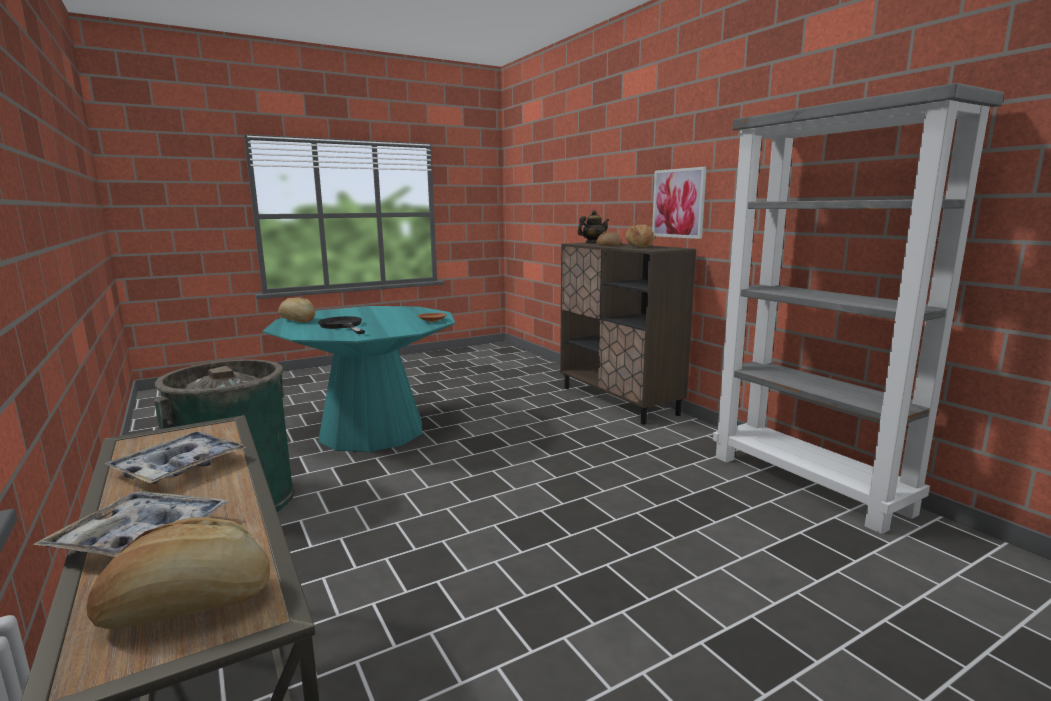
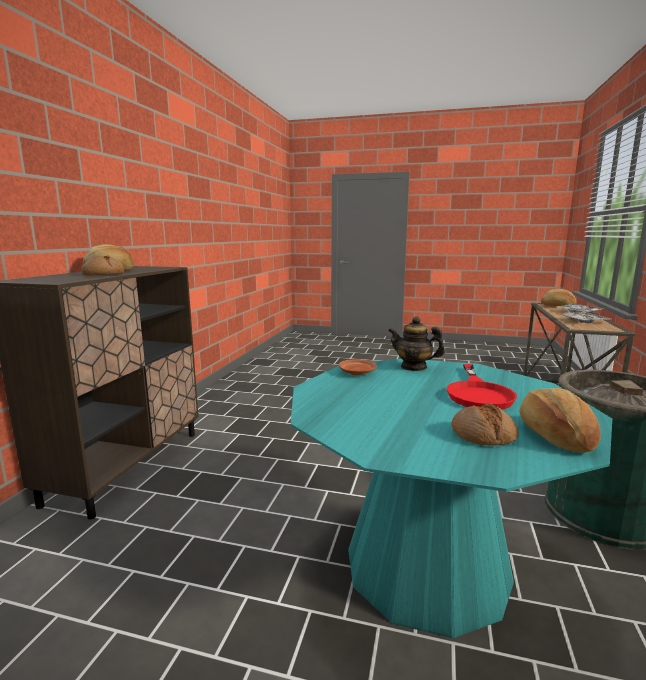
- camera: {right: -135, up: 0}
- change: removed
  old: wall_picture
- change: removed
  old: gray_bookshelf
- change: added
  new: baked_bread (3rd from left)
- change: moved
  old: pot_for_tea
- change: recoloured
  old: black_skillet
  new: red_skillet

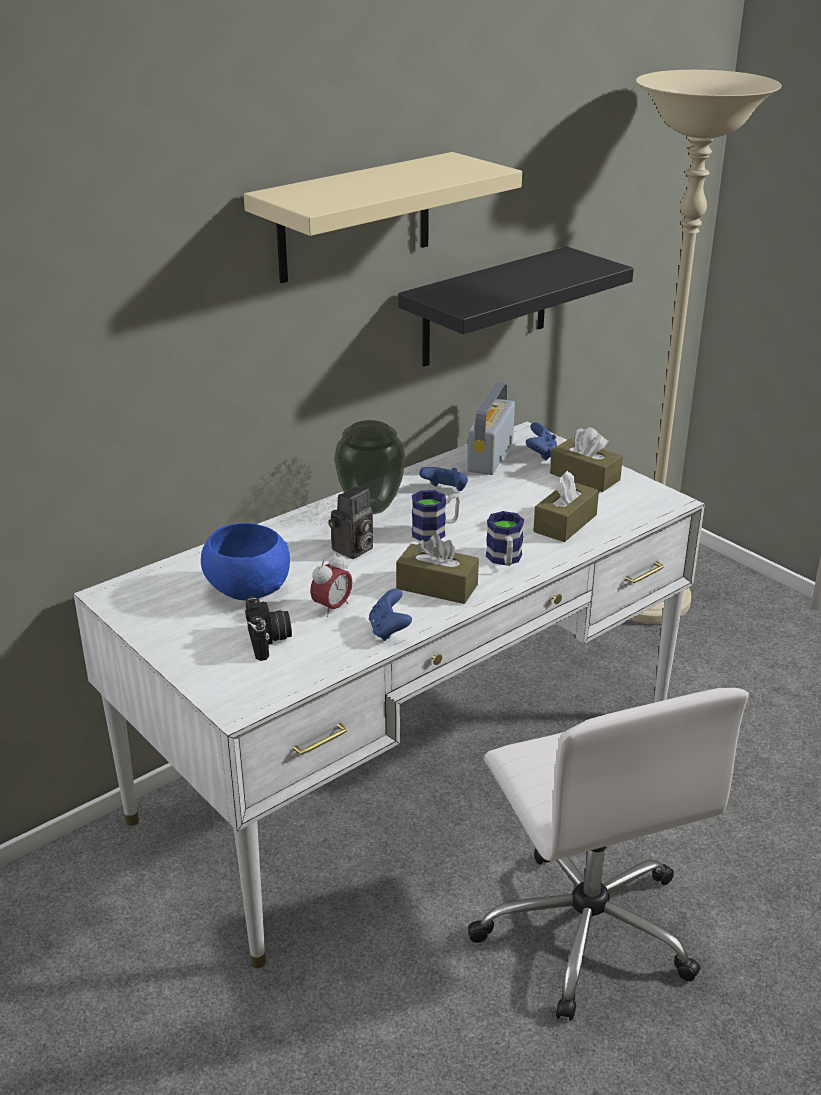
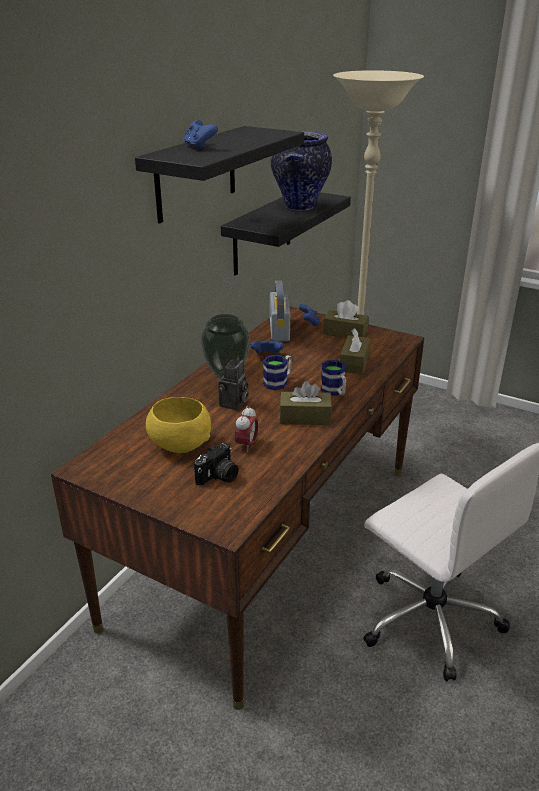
- camera: {right: -20, up: 0}
- change: added
  new: vase (2nd from left)
- change: moved
  old: blue-coloured_joypad (1st from left)
- change: recoloured
  old: white_desk_unit
  new: brownish_desk_unit
- change: recoloured
  old: blue-coloured_bowl
  new: yellowish_bowl
- change: recoloured
  old: beige_shelf
  new: black_shelf (1st from left)
- change: turned
  old: photo_camera (1st from left)
  degrees: 75

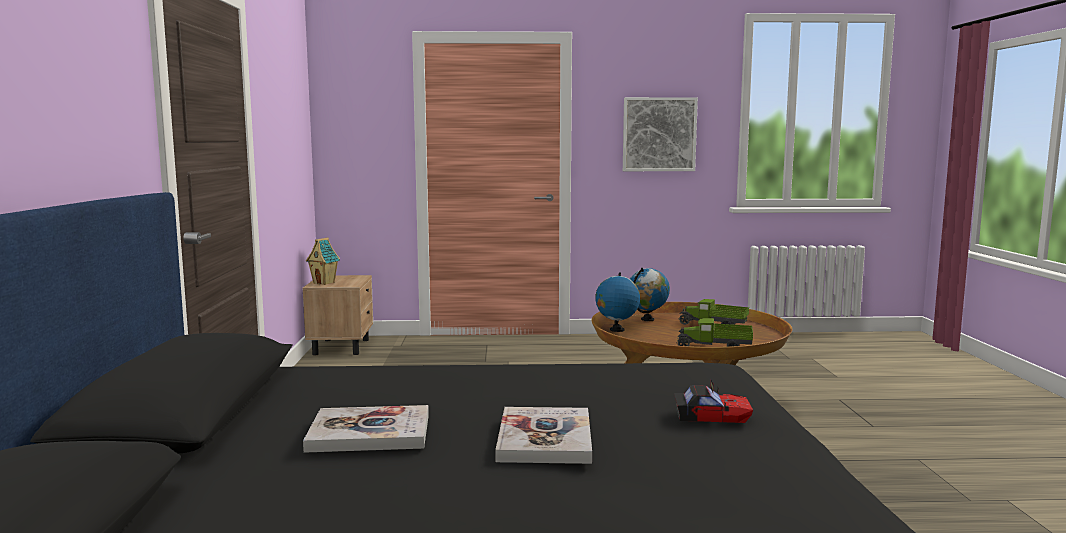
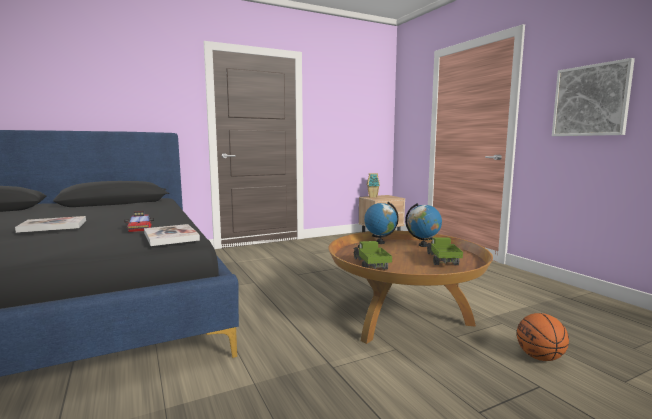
- camera: {right: 65, up: 0}
- change: added
  new: basketball
- change: moved
  old: book (1st from left in the first image)
  new: book (2nd from left)
- change: moved
  old: miniature_car

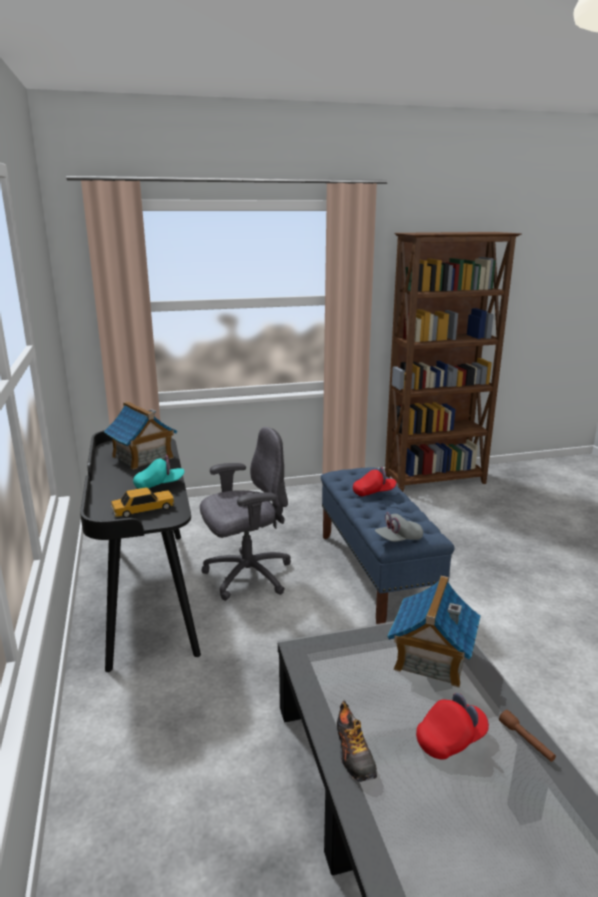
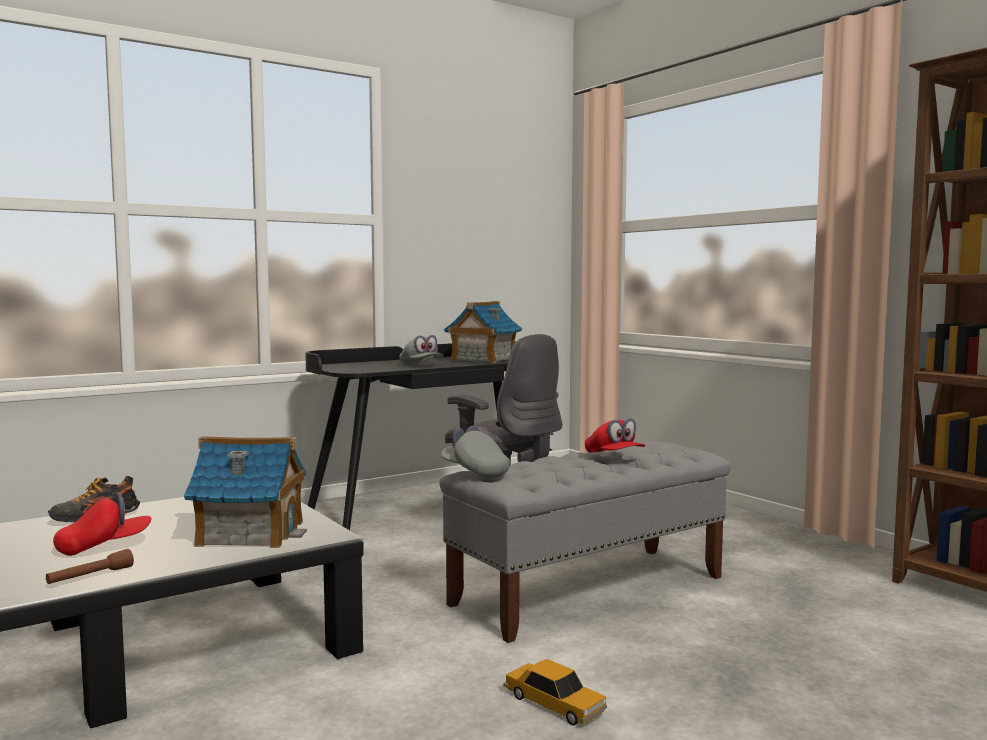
- camera: {right: 70, up: -15}
- change: moved
  old: miniature_car
- change: recoloured
  old: blue-green_cap
  new: gray_cap (1st from left)
- change: recoloured
  old: blue-coloured_bench
  new: gray_bench
- change: turned
  old: red_cap (2nd from left in the first image)
  degrees: -75

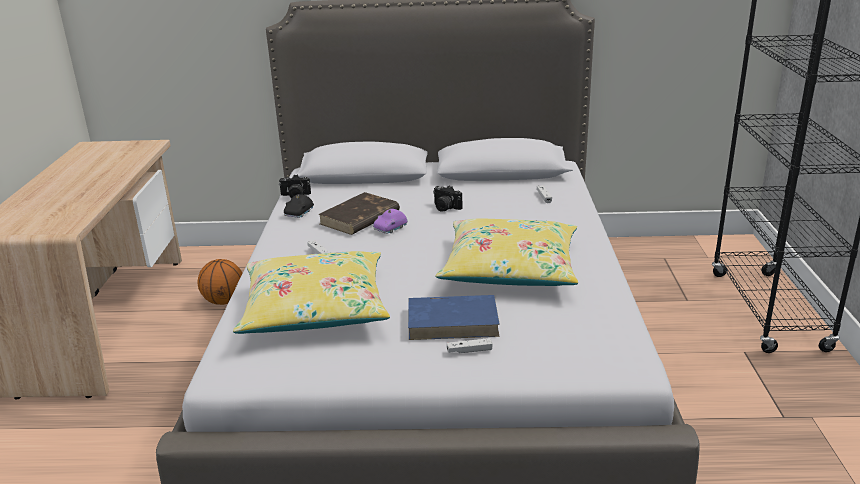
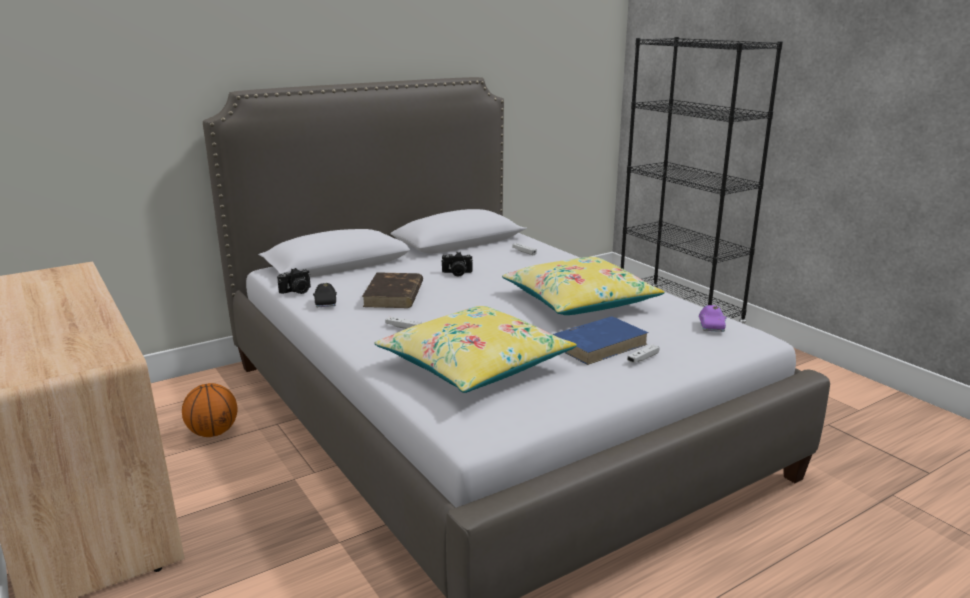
- camera: {right: -35, up: -5}
- change: moved
  old: purple-coloured_miniature_car

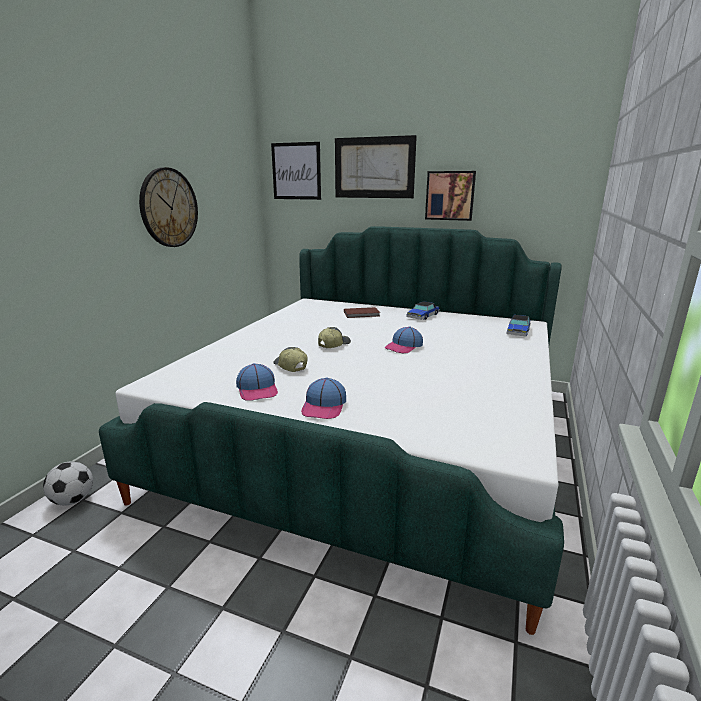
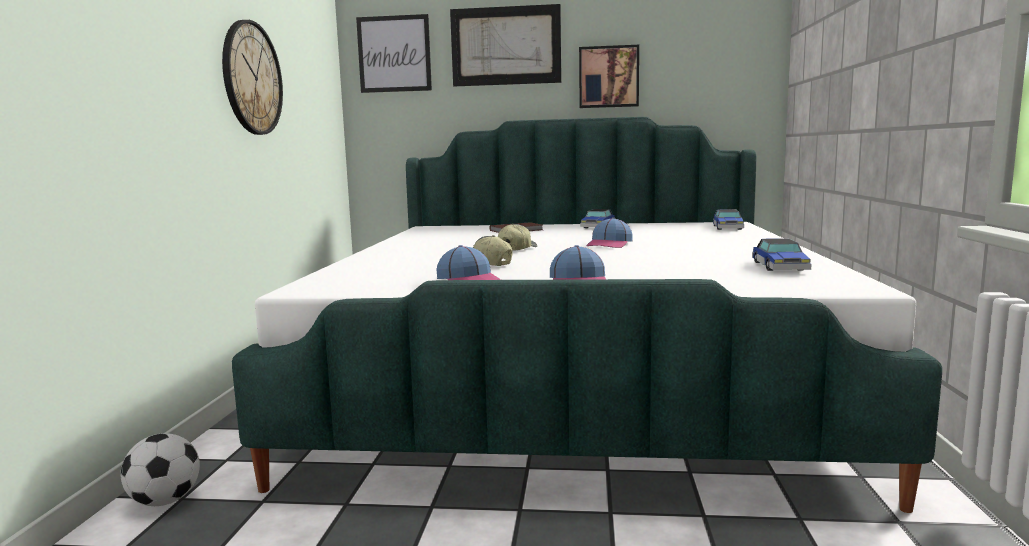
- camera: {right: -15, up: -10}
- change: added
  new: miniature_car (3rd from left)

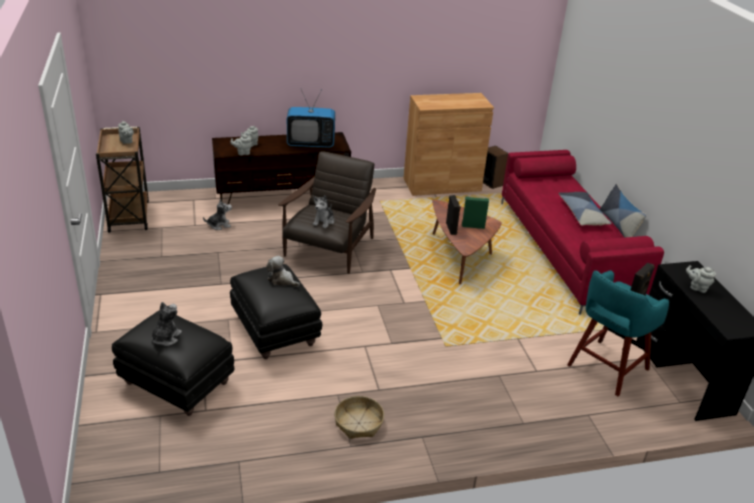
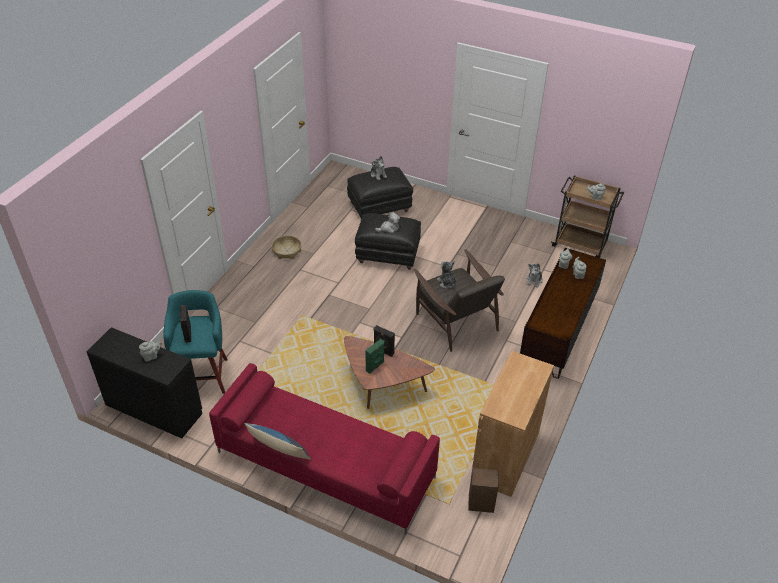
- camera: {right: 130, up: 10}
- change: removed
  old: television
- change: removed
  old: cushion (1st from left)

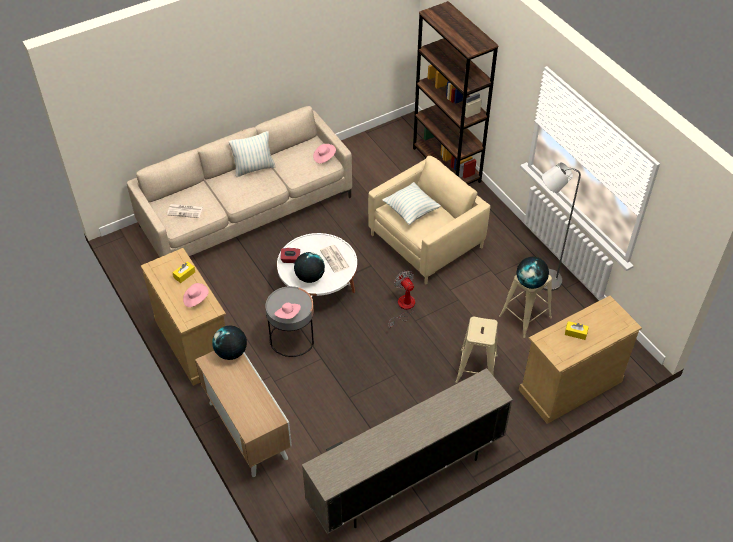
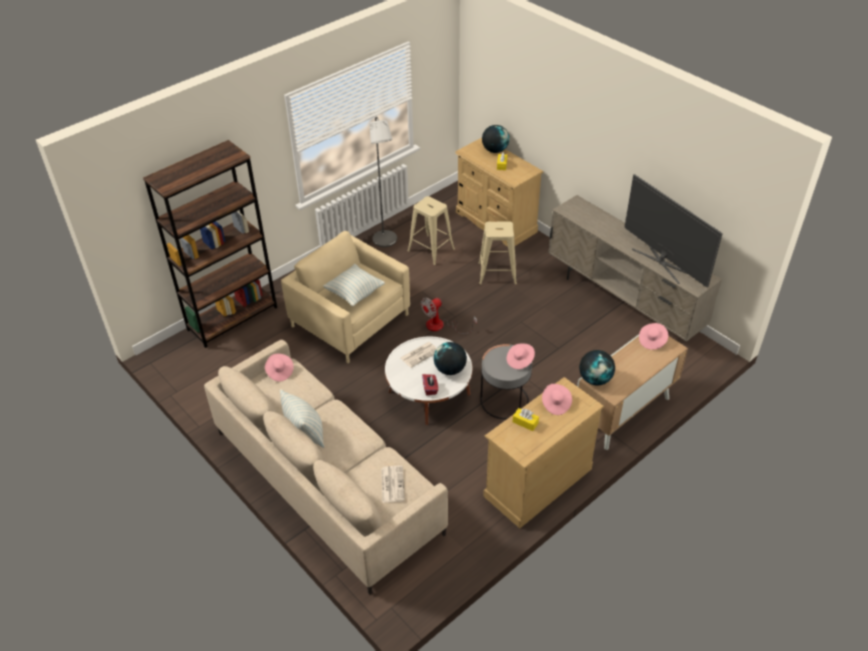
- camera: {right: -100, up: -5}
- change: added
  new: television
- change: added
  new: pink_hat (4th from left)
- change: moved
  old: globe (3rd from left in the first image)
  new: globe (2nd from left)

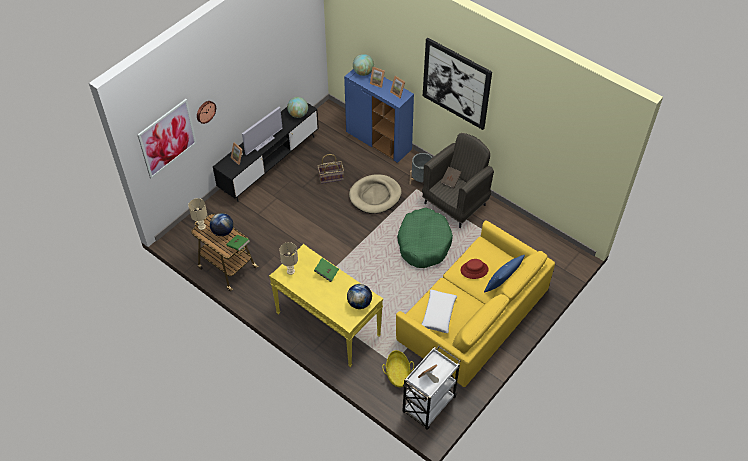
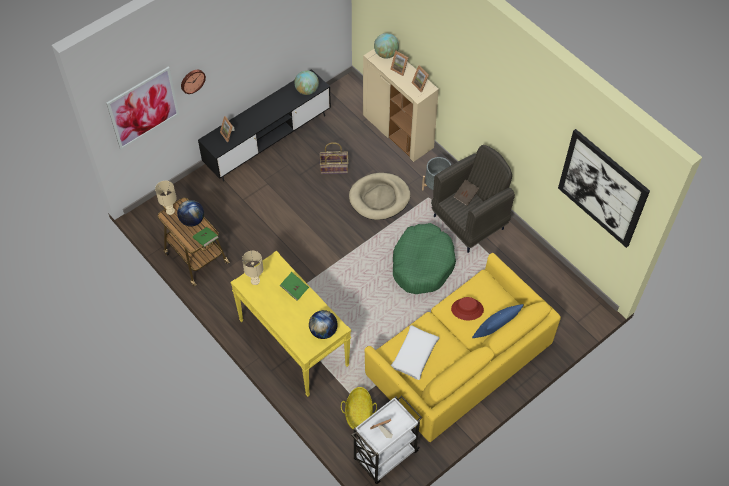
- camera: {right: 10, up: 5}
- change: removed
  old: television
- change: moved
  old: wall_picture (2nd from left)
- change: recoloured
  old: blue-coloured_cupboard
  new: beige_cupboard

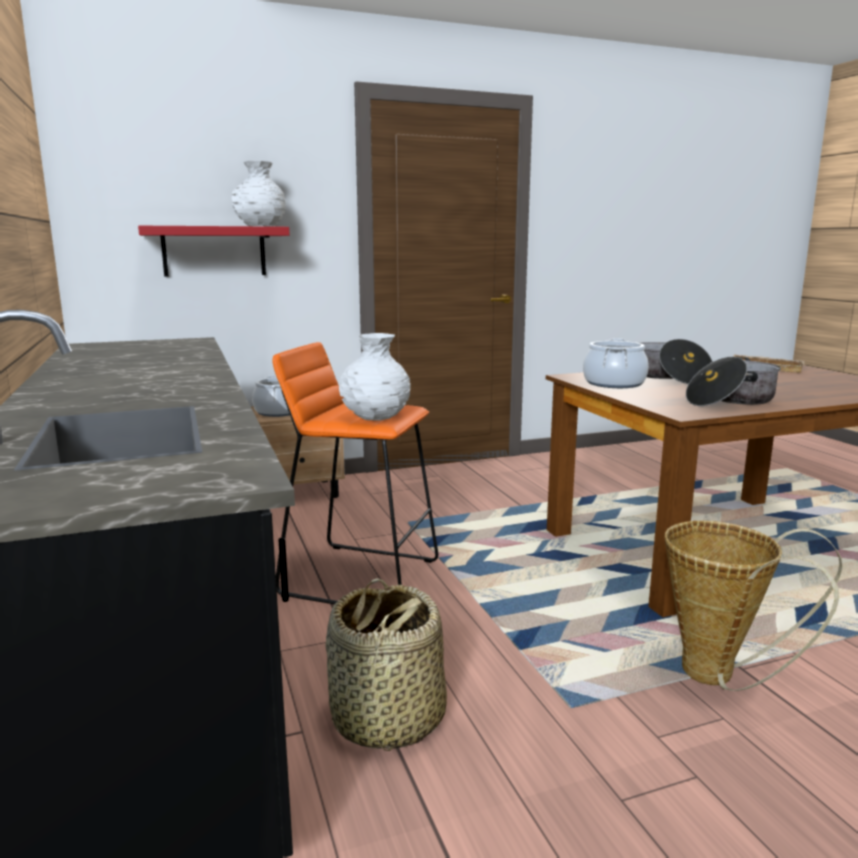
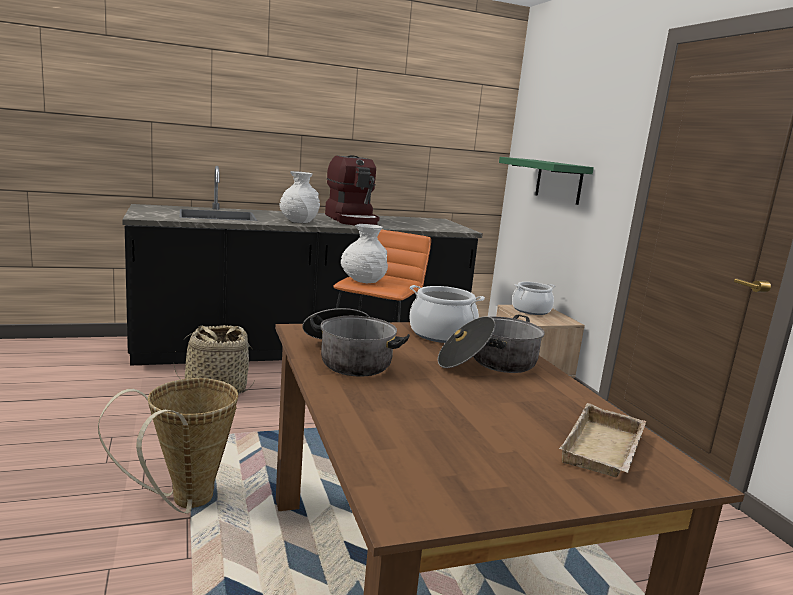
- camera: {right: 90, up: 0}
- change: added
  new: coffee_brewer
- change: moved
  old: white_vase (1st from left)
- change: recoloured
  old: red_shelf
  new: green_shelf

